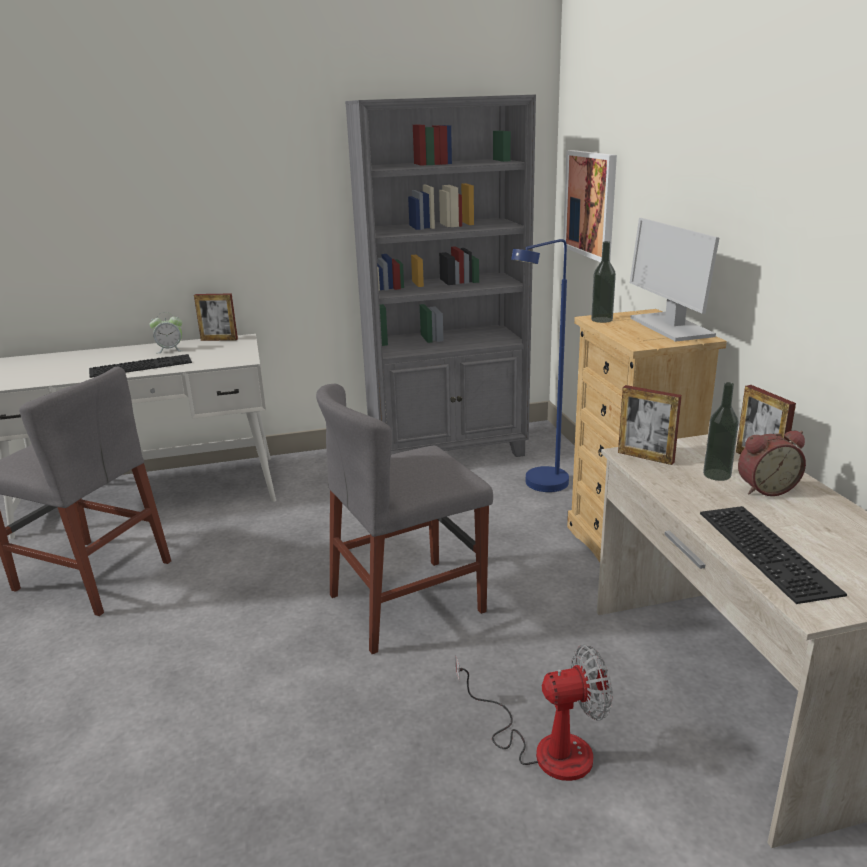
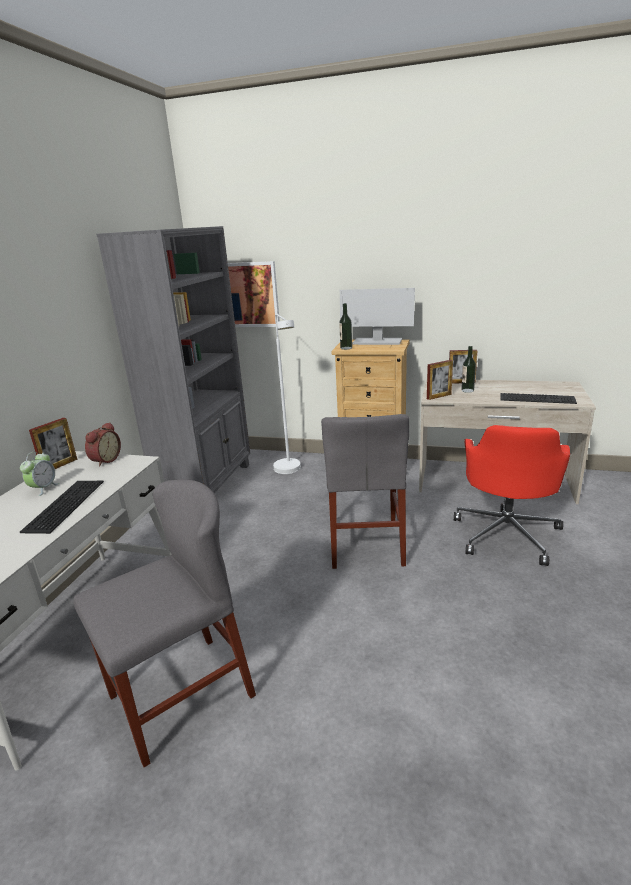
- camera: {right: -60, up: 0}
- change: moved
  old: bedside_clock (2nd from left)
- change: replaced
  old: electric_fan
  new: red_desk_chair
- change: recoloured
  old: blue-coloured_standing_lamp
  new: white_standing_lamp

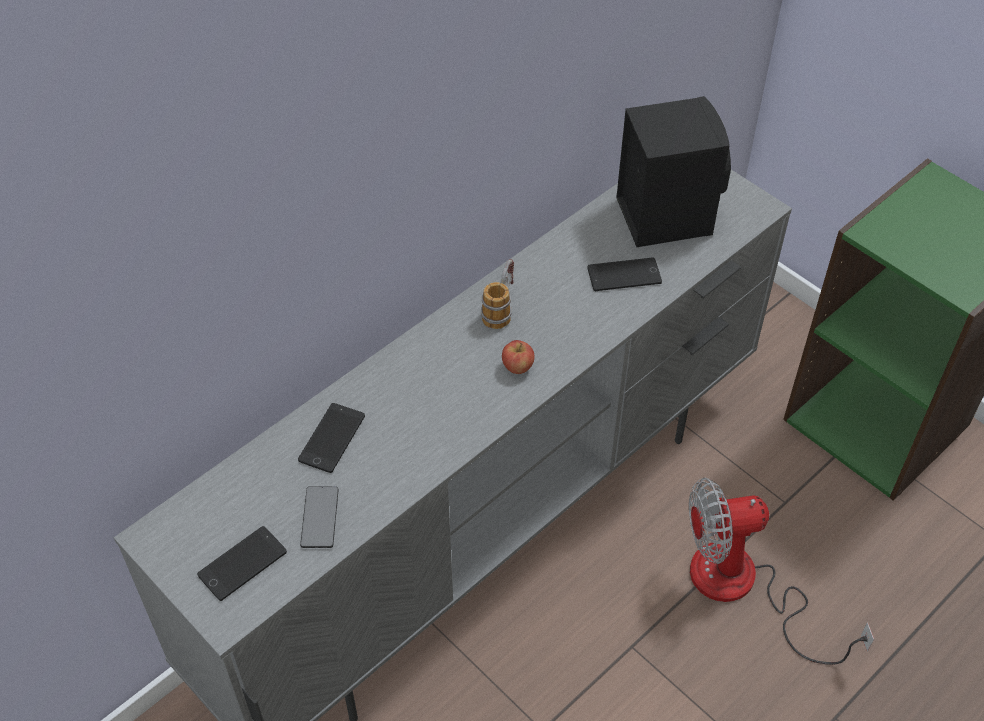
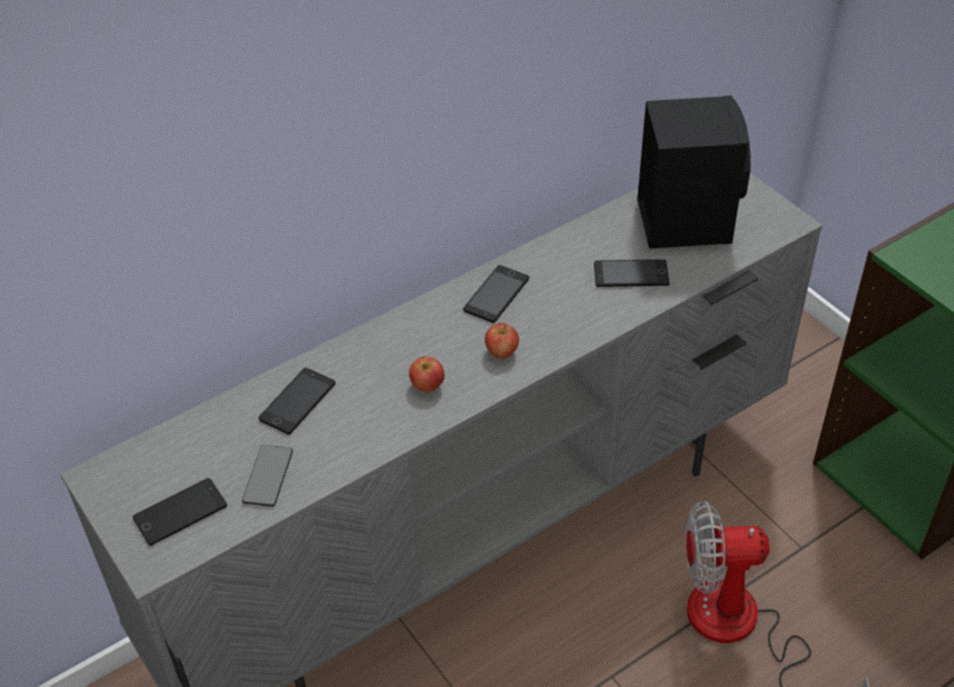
- camera: {right: 10, up: -5}
- change: added
  new: whole_apple (1st from left)
- change: replaced
  old: coffee_mug
  new: handset (4th from left)

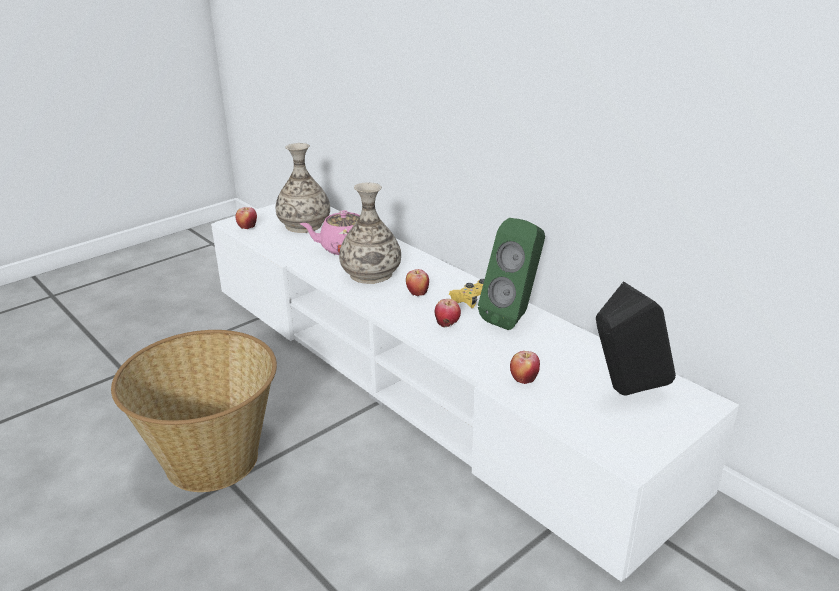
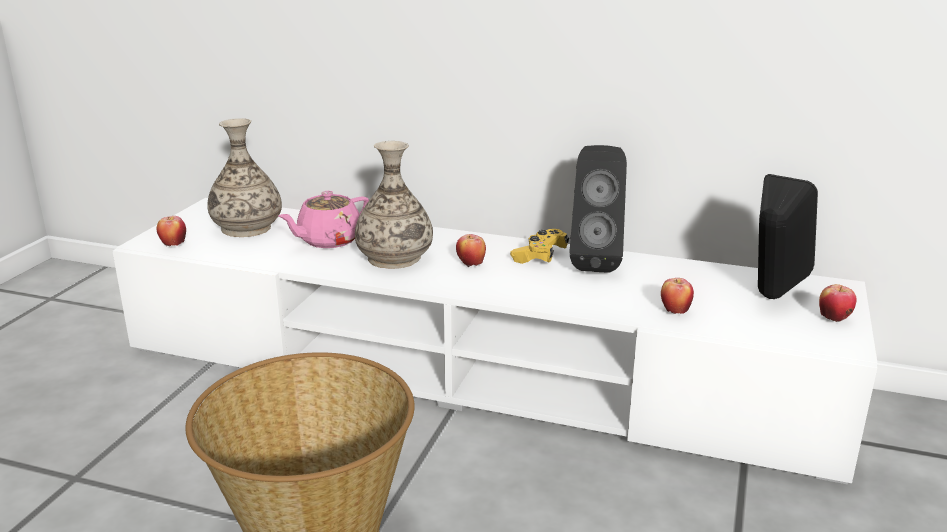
- camera: {right: -30, up: -5}
- change: moved
  old: whole_apple (3rd from left in the first image)
  new: whole_apple (4th from left)
- change: recoloured
  old: green_speaker
  new: black_speaker (1st from left)

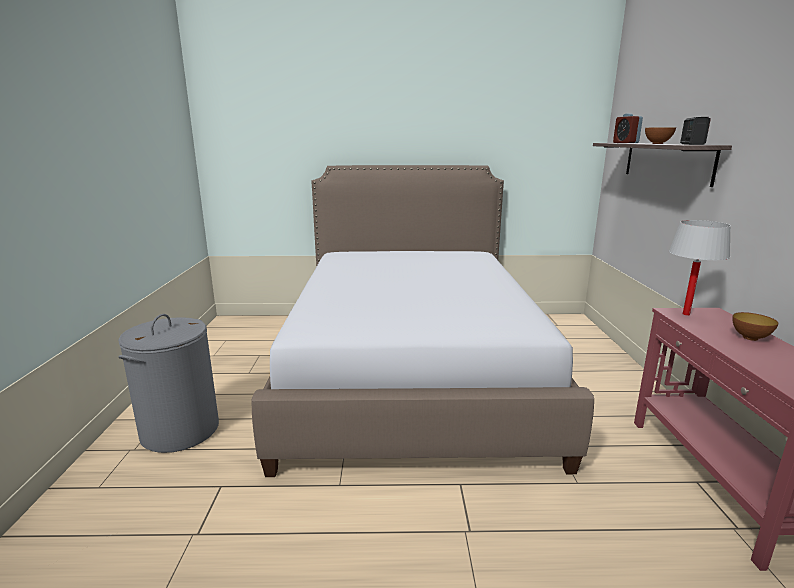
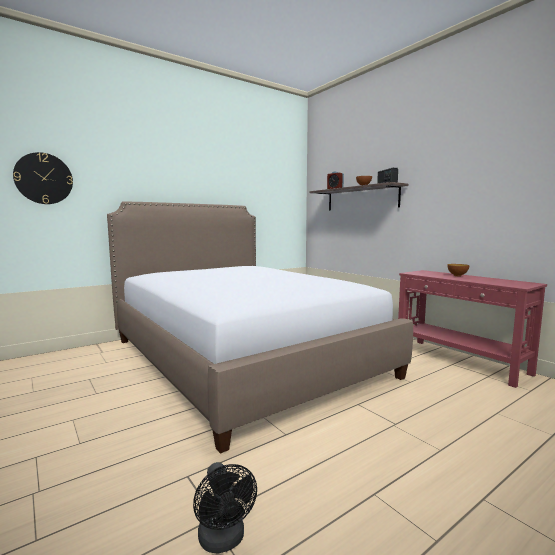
- camera: {right: -35, up: -10}
- change: removed
  old: gray_laundry_basket
- change: removed
  old: white_tabletop_lamp
- change: added
  new: clock_on_the_wall
- change: added
  new: black_electric_fan

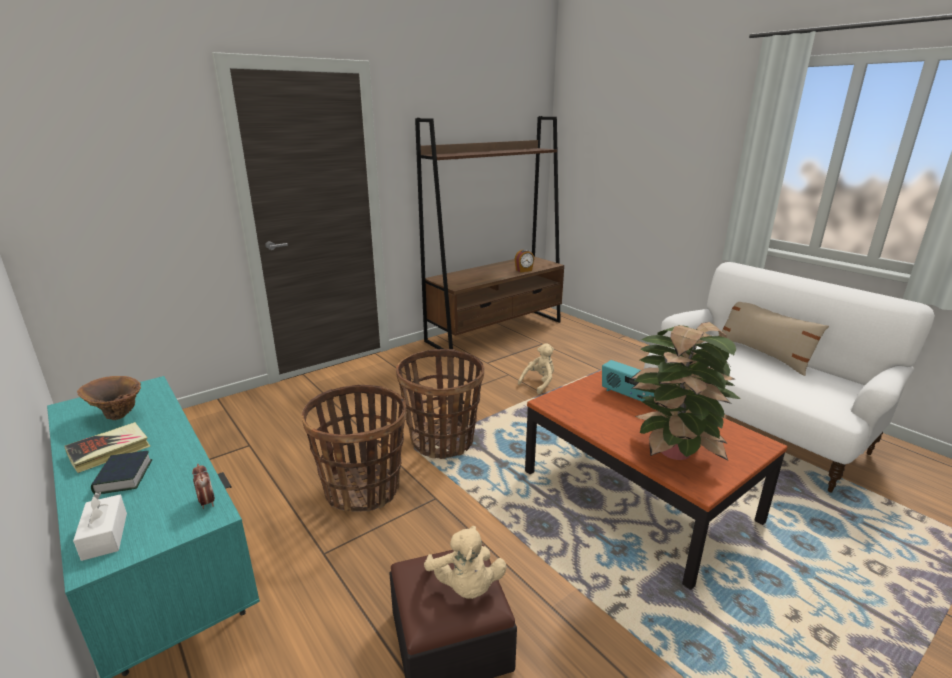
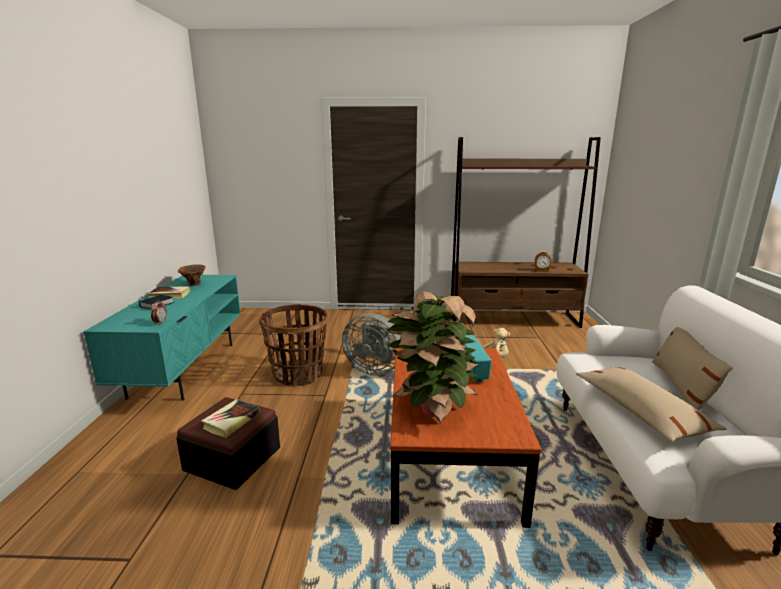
- camera: {right: 40, up: -5}
- change: removed
  old: white_tissue_box
- change: added
  new: beige_cushion (1st from left)
- change: replaced
  old: storage_basket (2nd from left)
  new: gray_electric_fan
- change: replaced
  old: beige_soft_toy (1st from left)
  new: book (3rd from left)

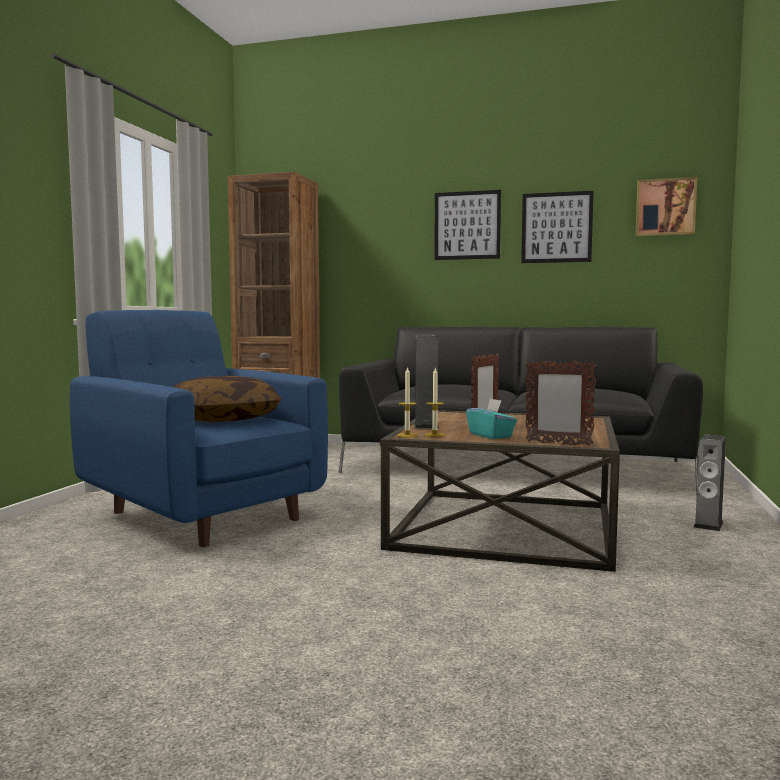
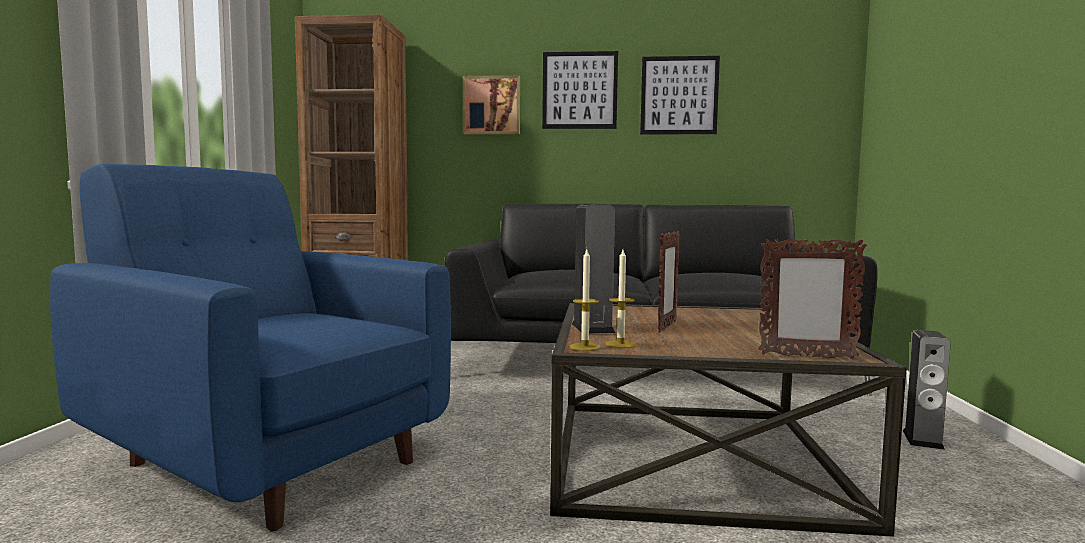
- camera: {right: -10, up: 0}
- change: removed
  old: cushion
- change: removed
  old: blue-green_tissue_box
- change: moved
  old: wall_picture (3rd from left in the first image)
  new: wall_picture (1st from left)

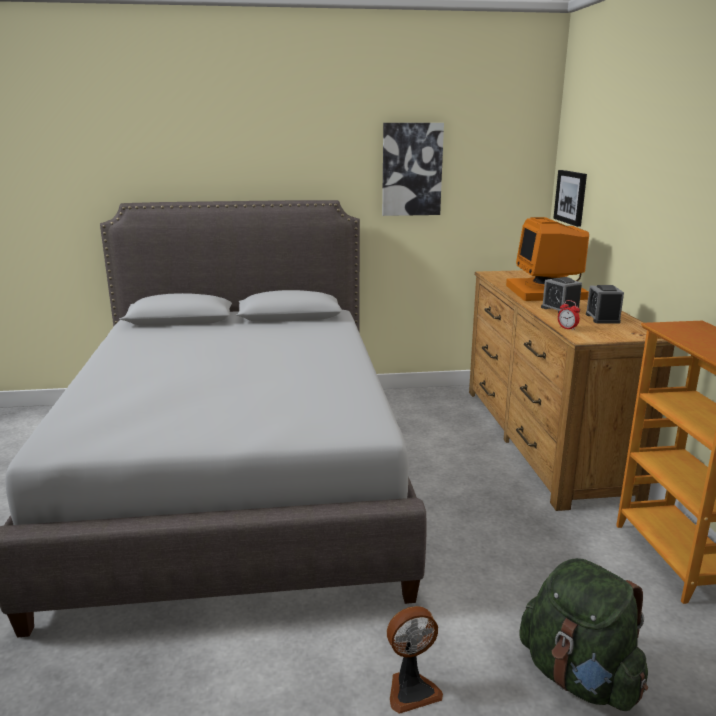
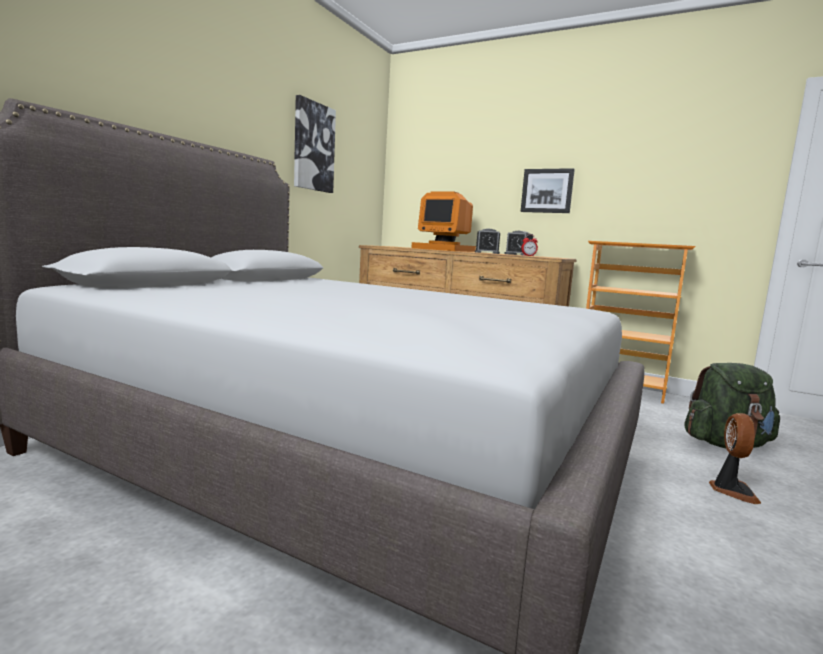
- camera: {right: -55, up: -10}
- change: moved
  old: wall_picture (2nd from left)

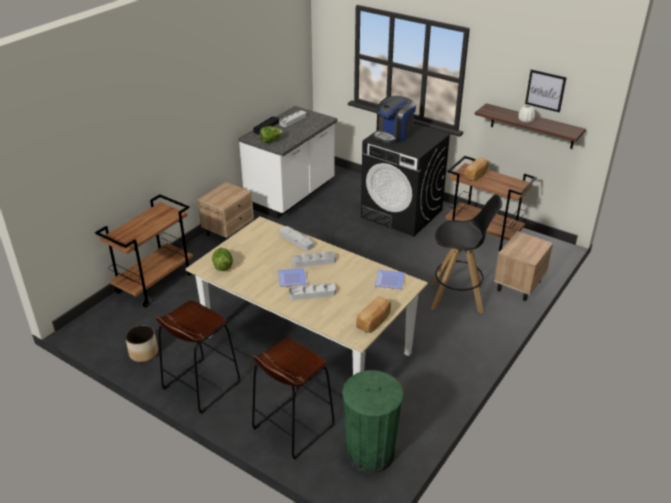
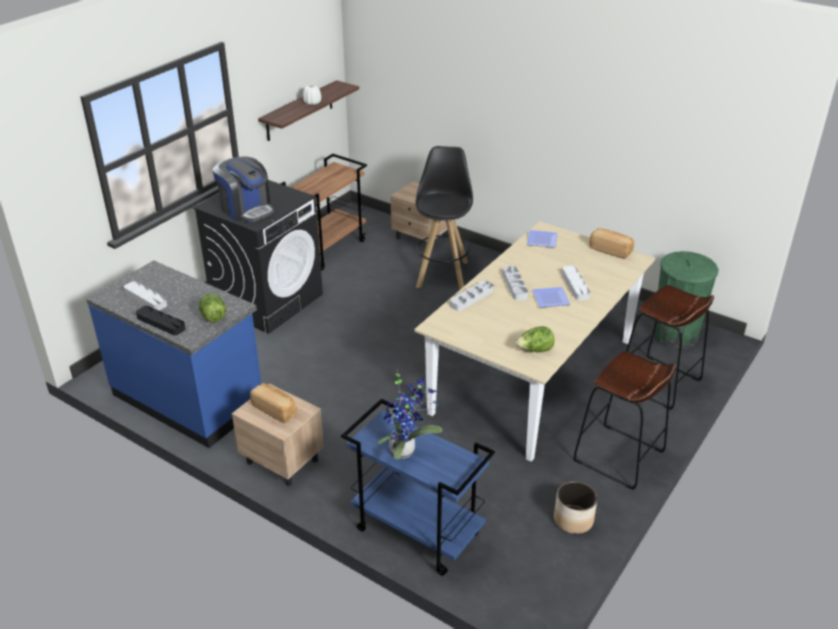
- camera: {right: -90, up: 0}
- change: removed
  old: wall_picture
- change: added
  new: plant_in_a_pot
- change: moved
  old: baked_bread (2nd from left in the first image)
  new: baked_bread (1st from left)
- change: recoloured
  old: brownish_wheeled_cart (1st from left)
  new: blue-coloured_wheeled_cart
- change: recoloured
  old: white_kitchen_counter
  new: blue-coloured_kitchen_counter

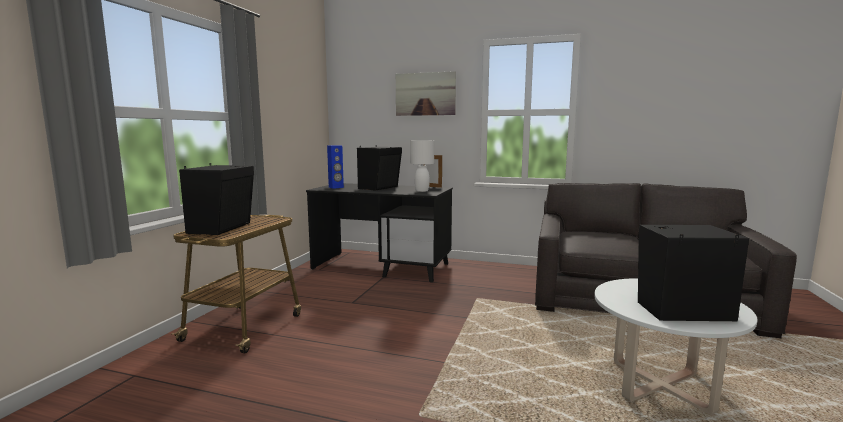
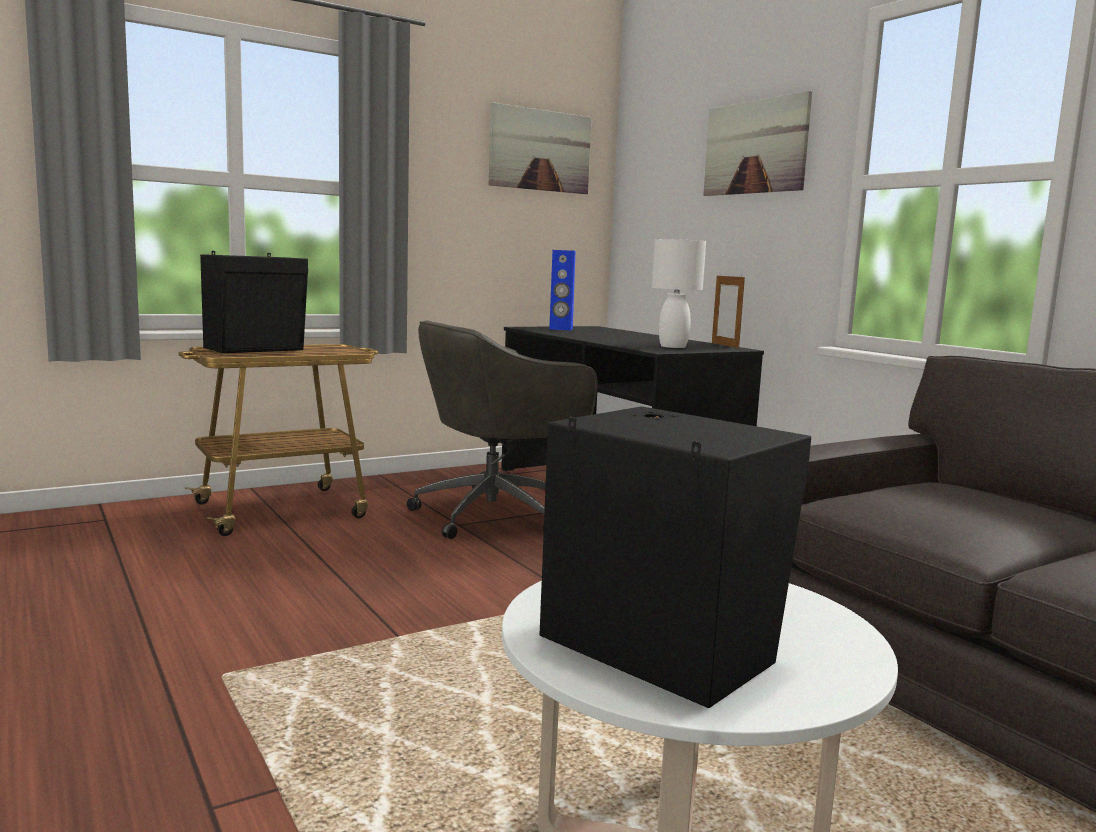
- camera: {right: 40, up: 0}
- change: removed
  old: black_speaker (2nd from left)
- change: added
  new: gray_desk_chair
- change: added
  new: wall_picture (1st from left)

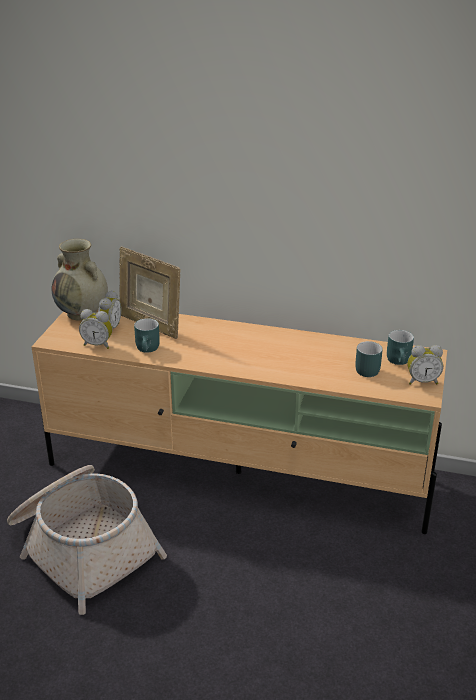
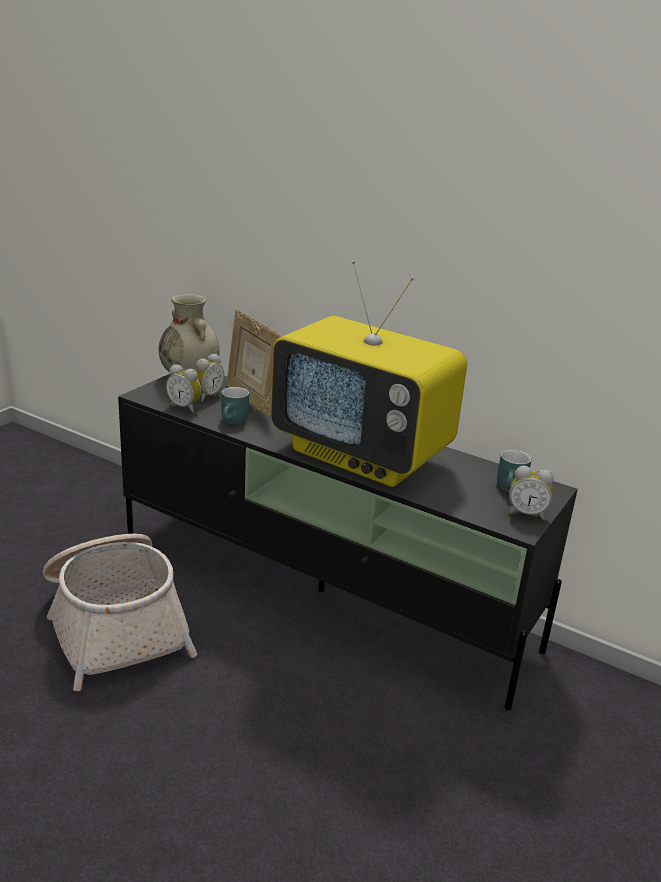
- camera: {right: 15, up: -5}
- change: removed
  old: blue-green_coffee_mug (2nd from left)
- change: added
  new: television
- change: recoloured
  old: beige_media_console
  new: black_media_console

